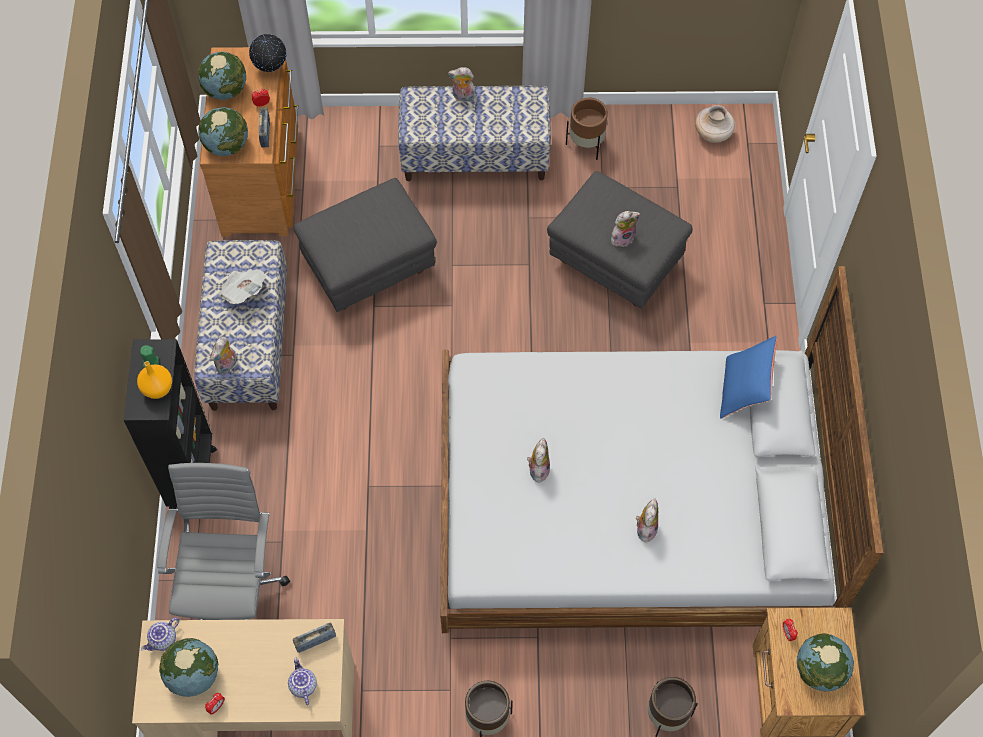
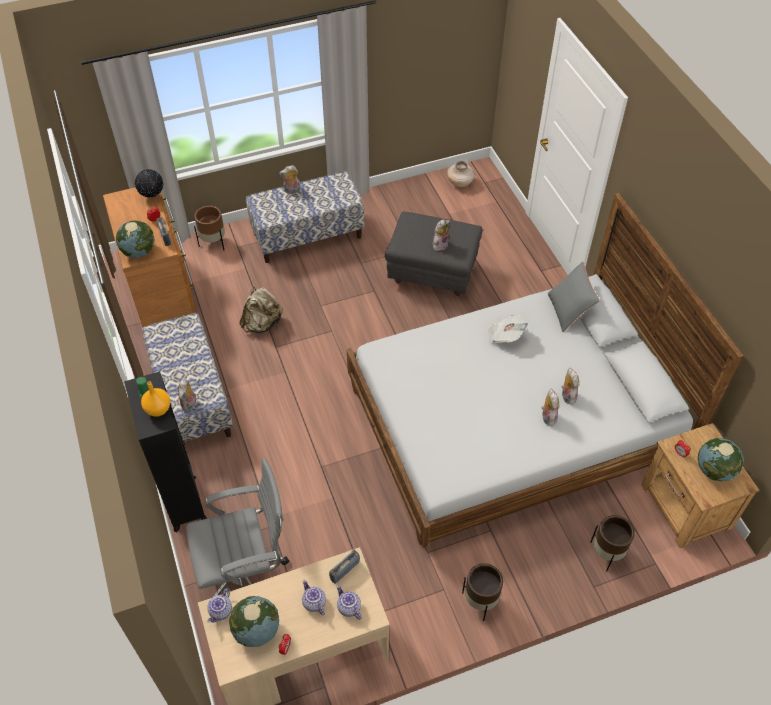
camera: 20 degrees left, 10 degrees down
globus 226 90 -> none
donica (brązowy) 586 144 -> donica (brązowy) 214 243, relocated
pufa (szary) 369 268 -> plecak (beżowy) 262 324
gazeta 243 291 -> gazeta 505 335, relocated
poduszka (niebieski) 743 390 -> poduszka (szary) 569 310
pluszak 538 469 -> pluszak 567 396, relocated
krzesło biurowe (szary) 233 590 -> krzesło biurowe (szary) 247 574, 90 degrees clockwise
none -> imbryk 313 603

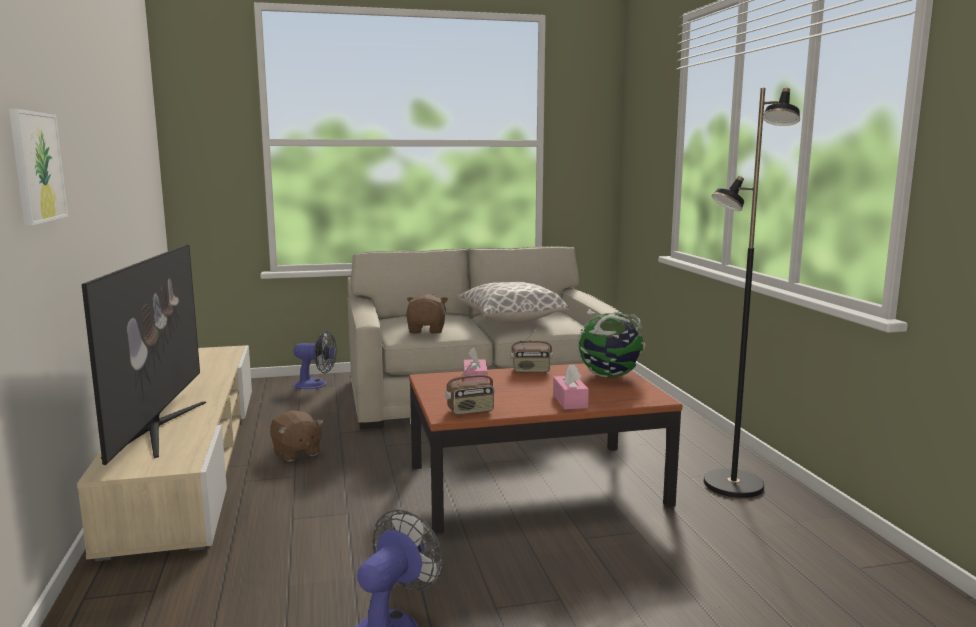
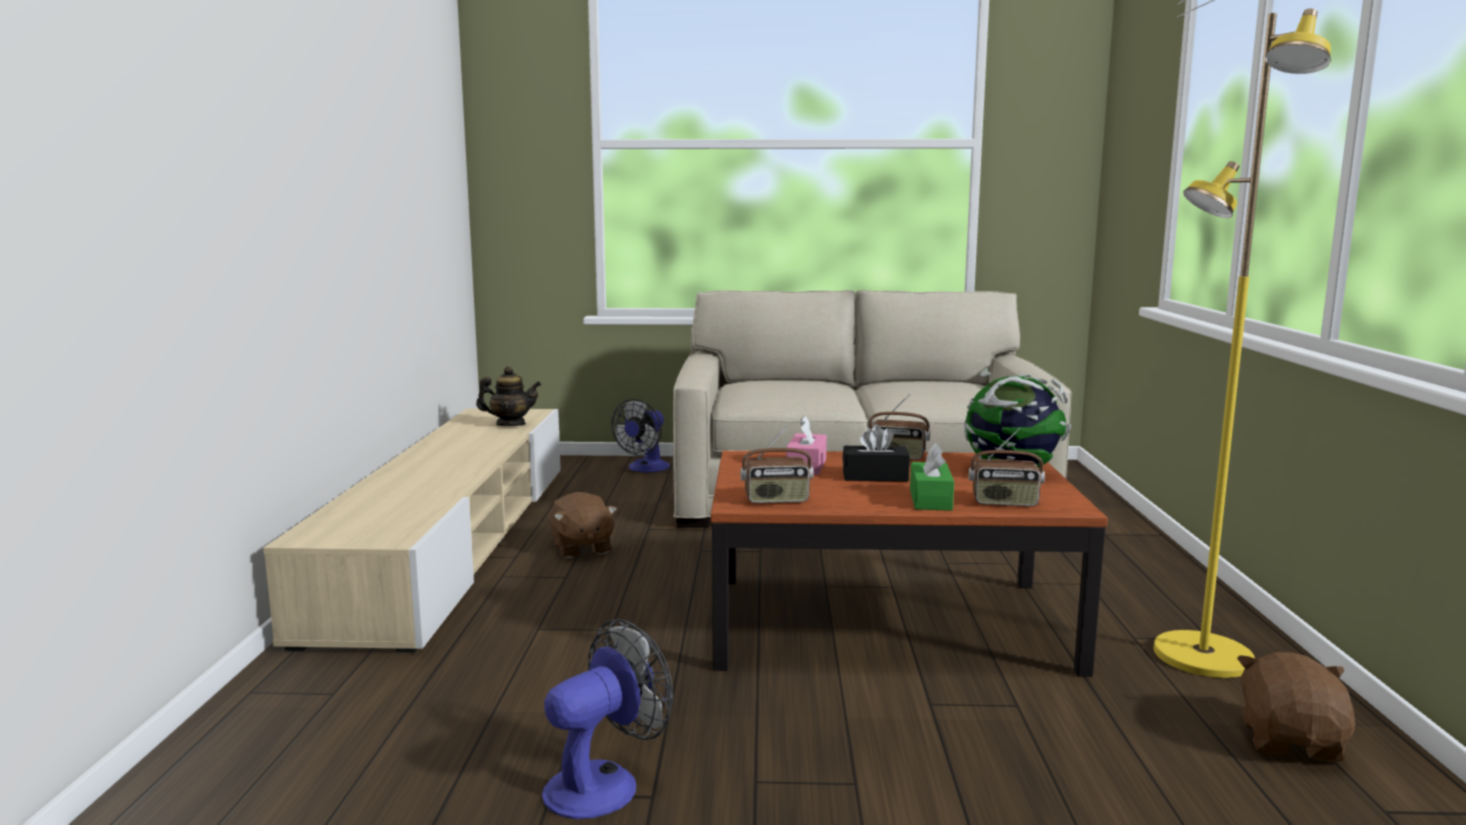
camera: 15 degrees right, 0 degrees up
lampa stojąca (czarny) 732 485 -> lampa stojąca (żółty) 1201 657
obraz 37 167 -> none
telewizor 157 428 -> none
poduszka 511 320 -> none
pluszak (brązowy) 427 330 -> pluszak (brązowy) 1291 742, relocated
wentylator 316 385 -> wentylator 645 468, 90 degrees clockwise
pudełko chusteczek (różowy) 570 401 -> pudełko chusteczek (zielony) 930 499
none -> imbryk 510 424
none -> pudełko chusteczek (czarny) 875 476
none -> radio 1004 503

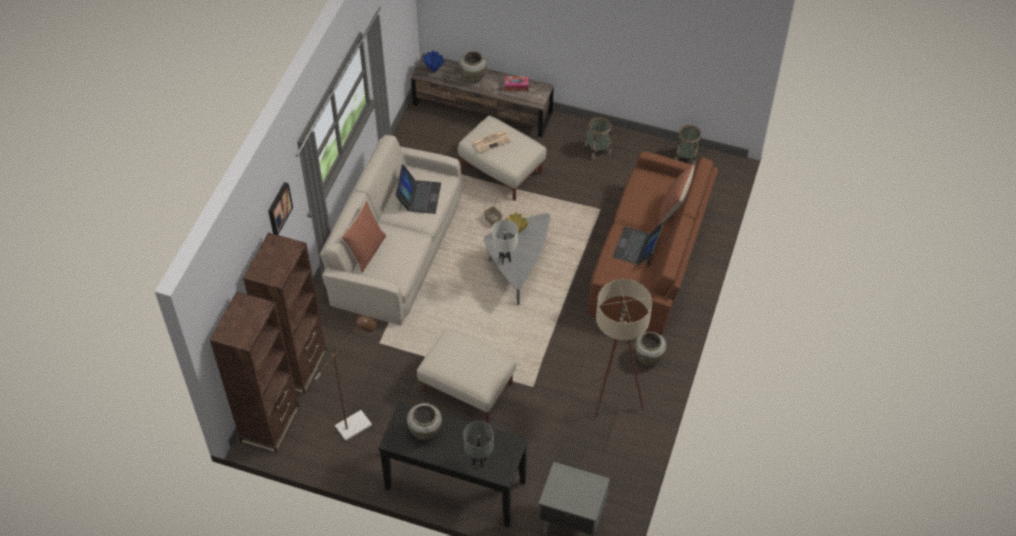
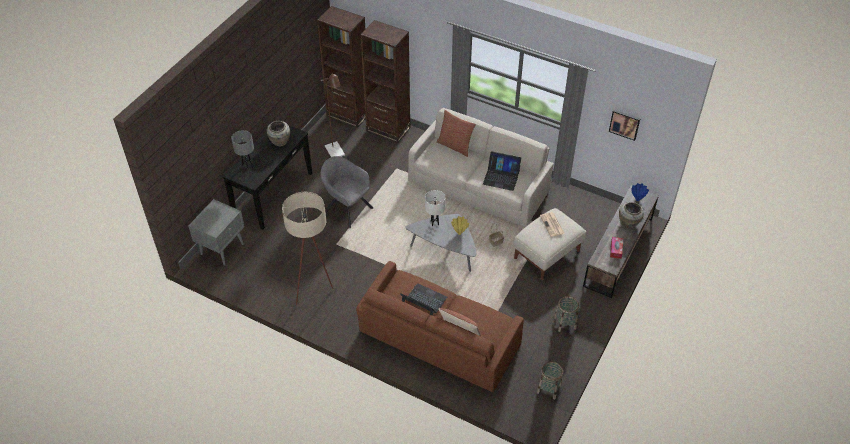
camera: 100 degrees right, 5 degrees down
obraz 278 208 -> obraz 624 124, relocated
pufa (beżowy) 467 387 -> fotel (szary) 347 209
wazon (beżowy) 648 357 -> none

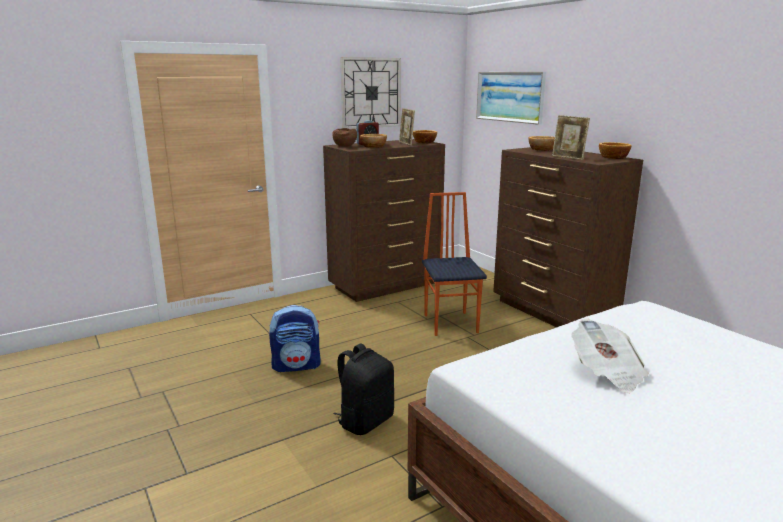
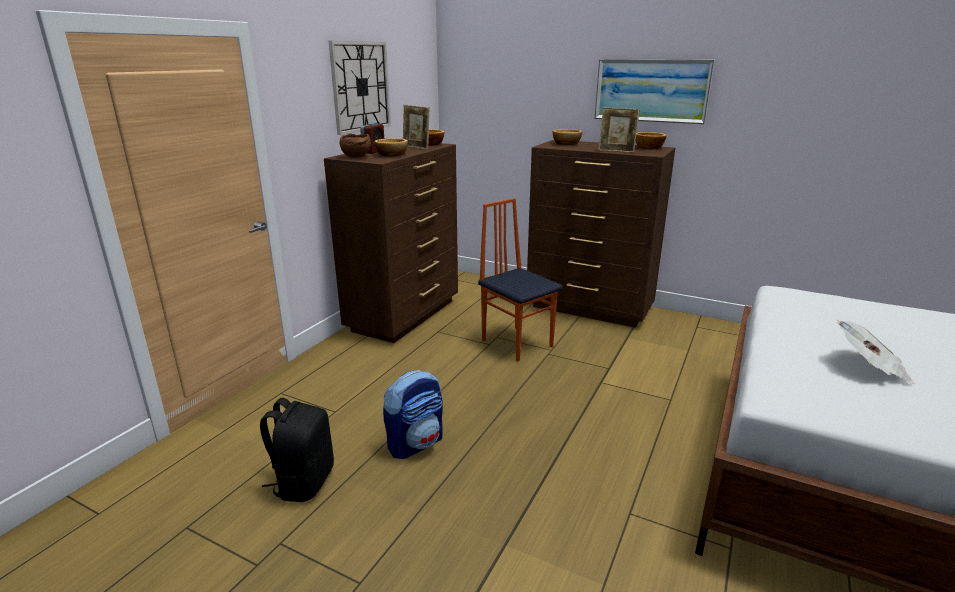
camera: 30 degrees left, 5 degrees up
obraz 510 96 -> obraz 651 90, relocated
plecak (czarny) 365 421 -> plecak (czarny) 303 482, relocated

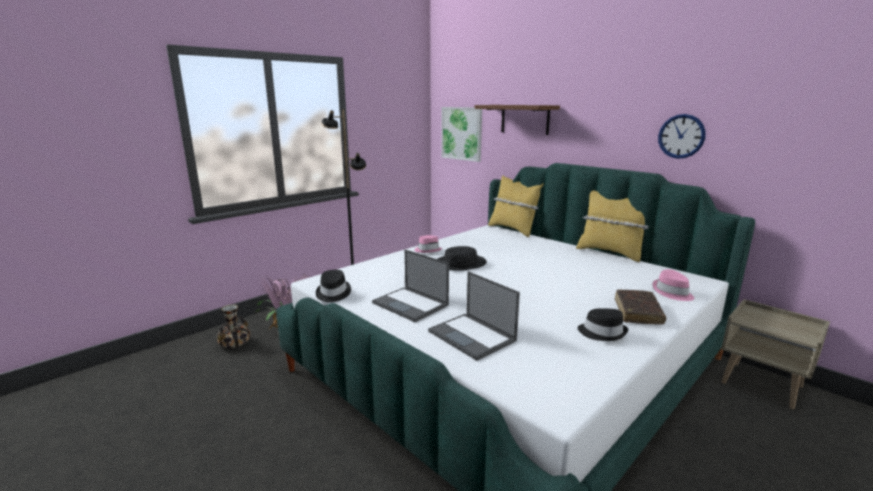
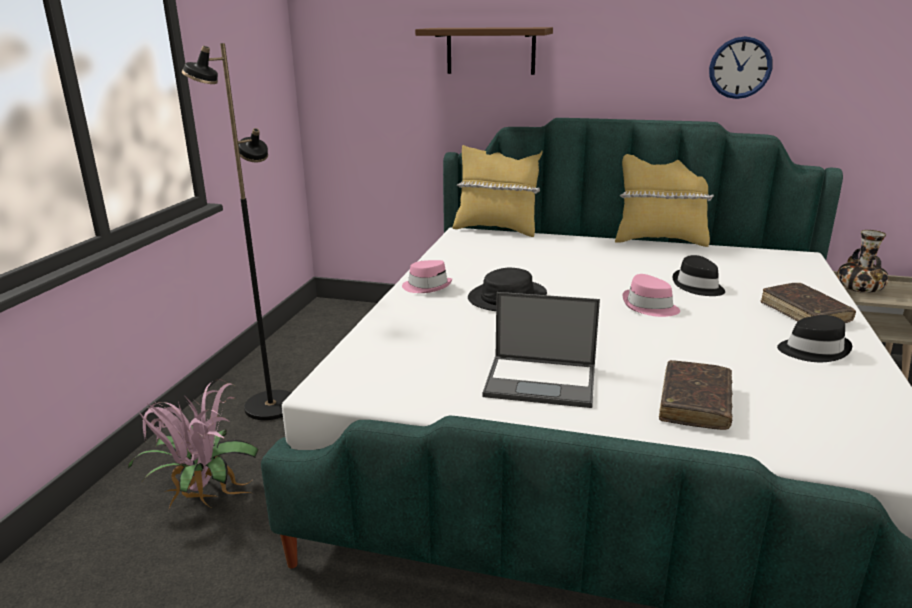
camera: 30 degrees left, 5 degrees up
obraz 462 133 -> none
kapelusz (różowy) 672 292 -> kapelusz (różowy) 649 307, relocated
kapelusz (czarny) 333 293 -> kapelusz (czarny) 698 286, relocated
laptop 472 336 -> książka (brązowy) 695 404
wazon 235 343 -> wazon 859 288, relocated

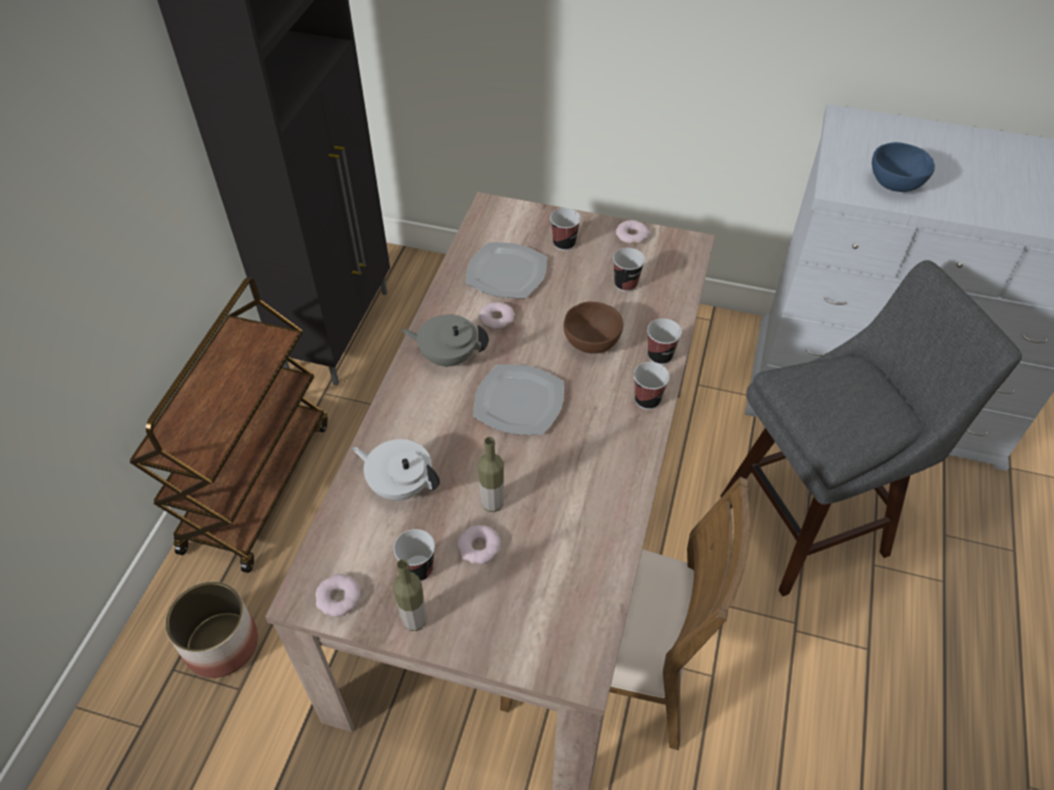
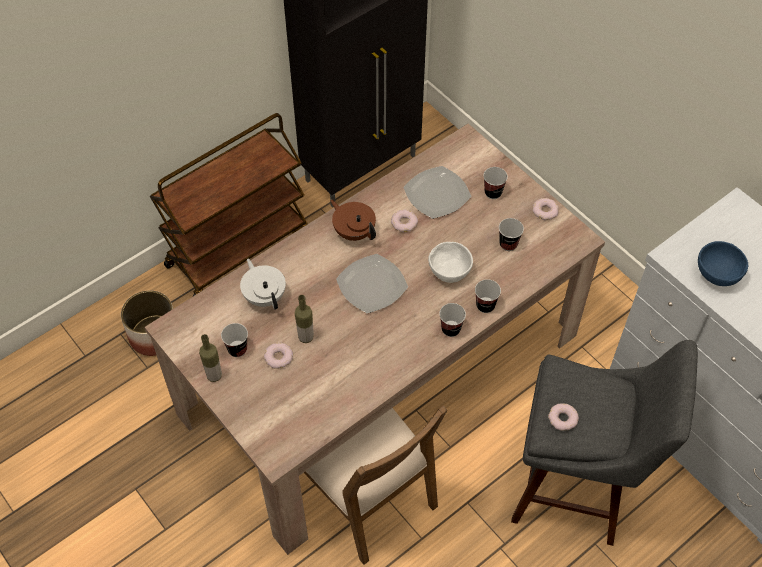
camera: 35 degrees right, 5 degrees up
miska (brązowy) 591 342 -> miska (biały) 449 271
imbryk (szary) 448 356 -> imbryk (brązowy) 354 232
donut 339 598 -> donut 562 419, relocated

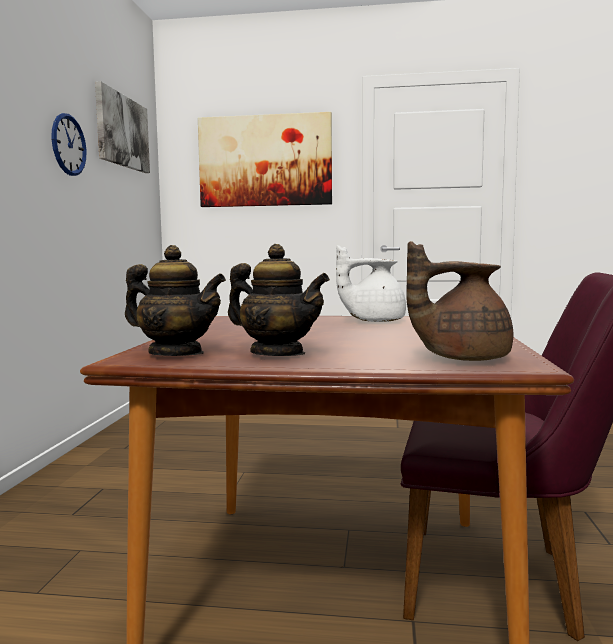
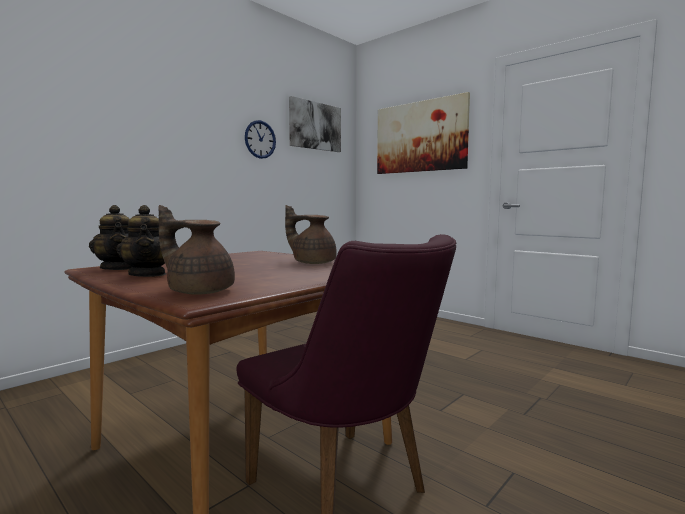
camera: 35 degrees right, 0 degrees up
imbryk (biały) 373 321 -> imbryk (brązowy) 312 262

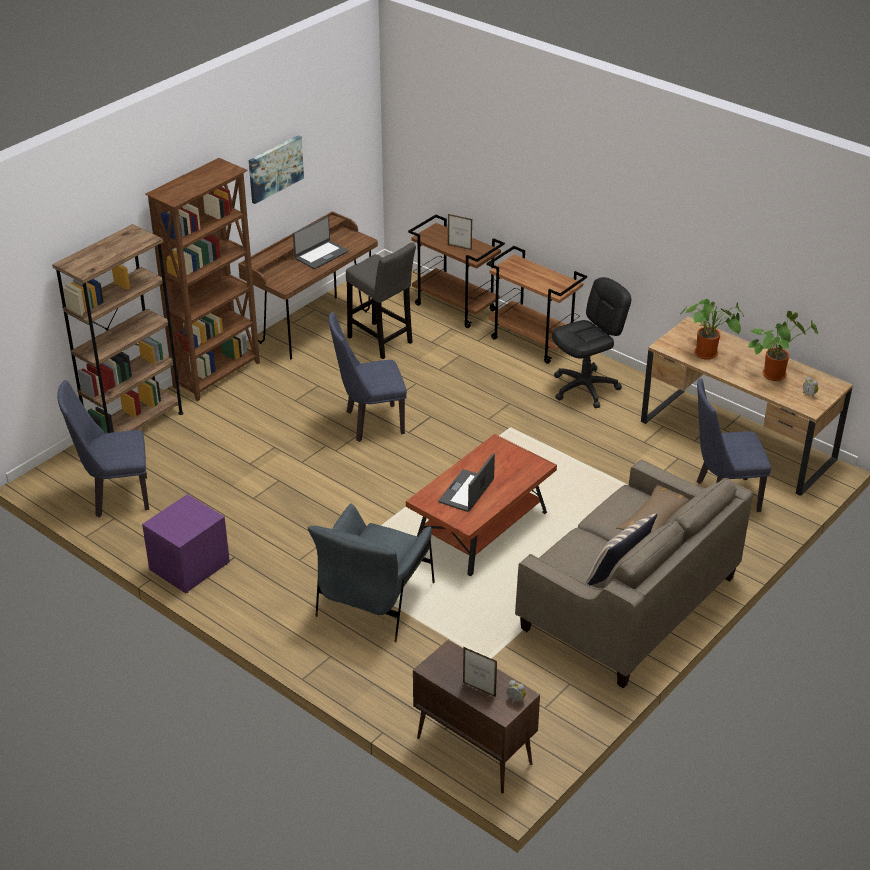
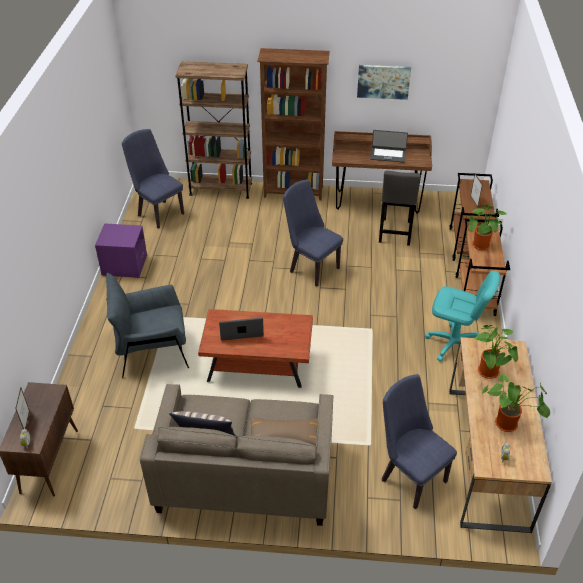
camera: 55 degrees right, 5 degrees up
krzesło biurowe (czarny) 585 388 -> krzesło biurowe (turkusowy) 454 344
none -> roślina doniczkowa 481 247

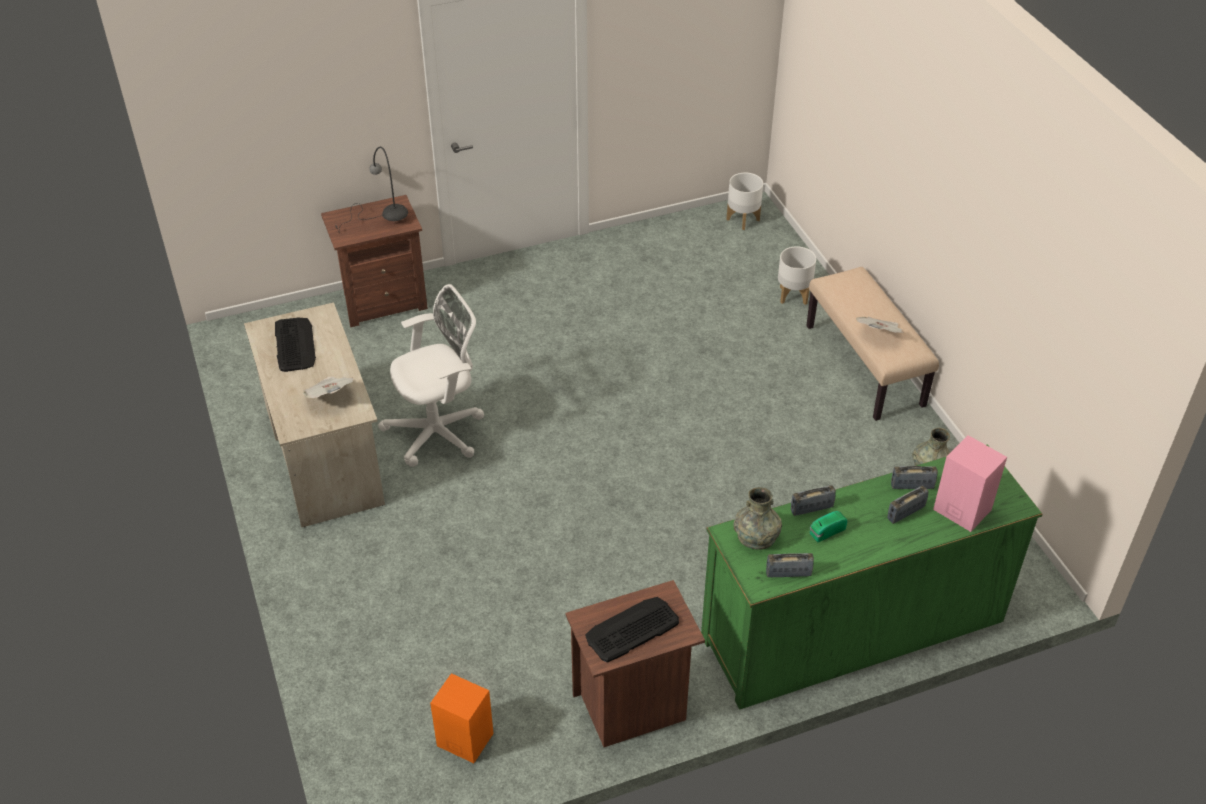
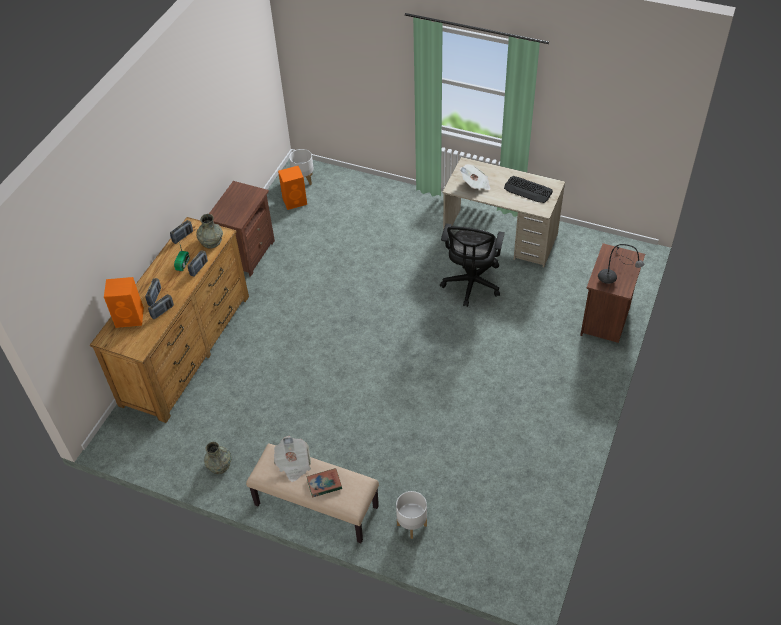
camera: 135 degrees right, 5 degrees up
donica (biały) 742 220 -> donica (biały) 303 179, relocated
krzesło biurowe (biały) 439 432 -> krzesło biurowe (czarny) 471 285
głośnik (różowy) 961 509 -> głośnik (pomarańczowy) 130 317
komoda (zielony) 852 628 -> komoda (brązowy) 186 349
klawiatura 631 629 -> none
none -> książka 324 484

